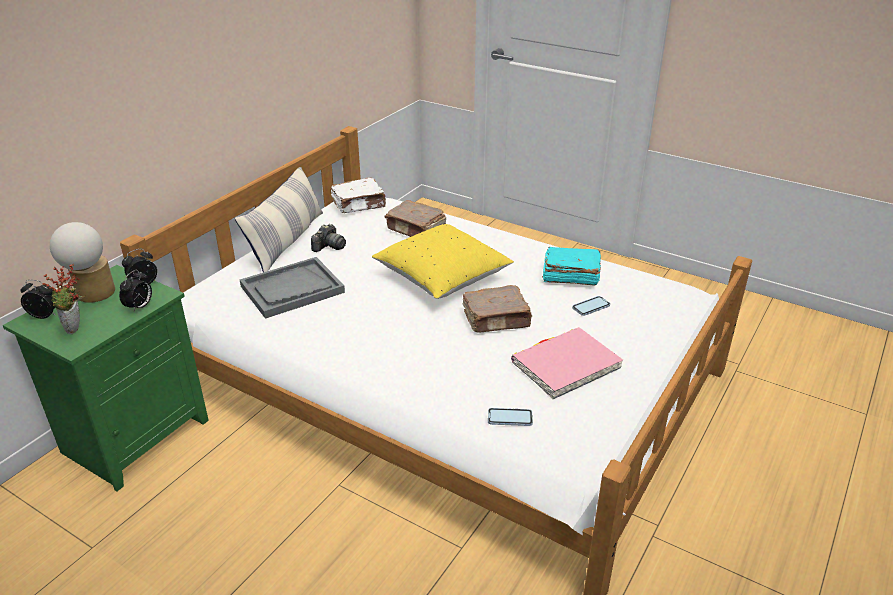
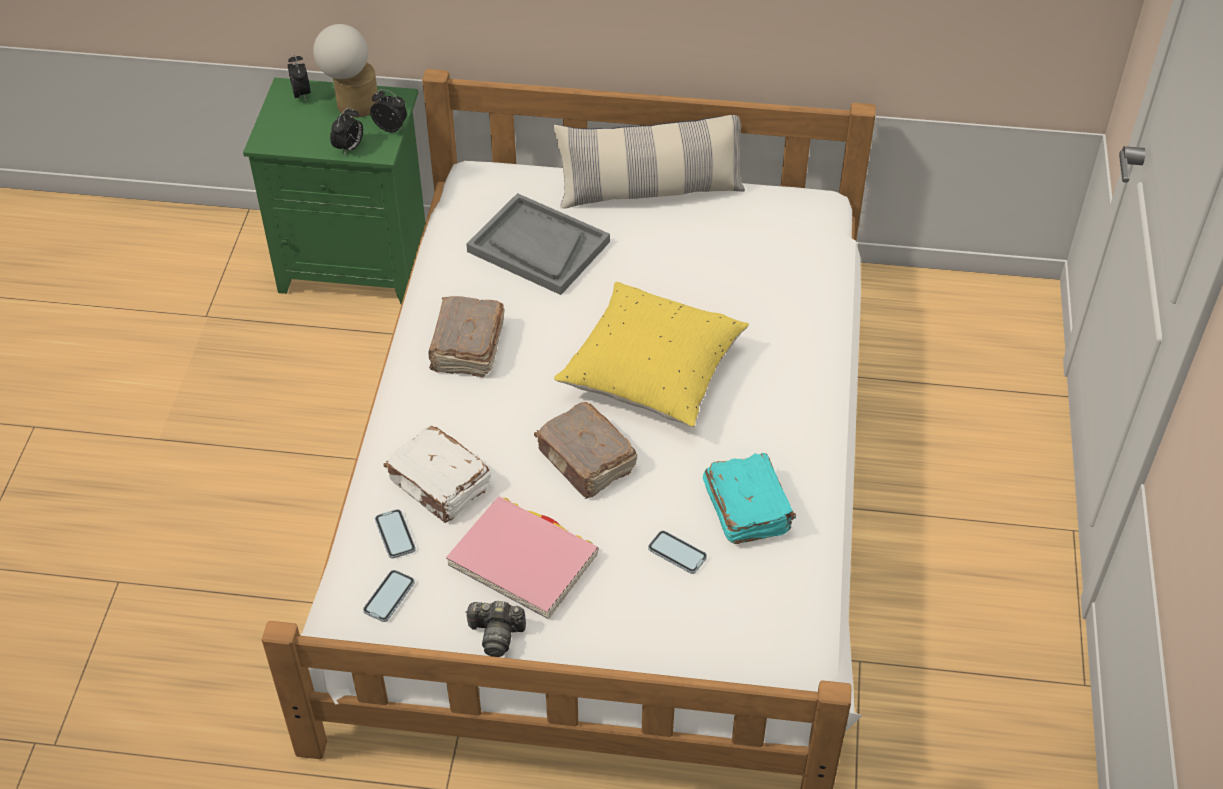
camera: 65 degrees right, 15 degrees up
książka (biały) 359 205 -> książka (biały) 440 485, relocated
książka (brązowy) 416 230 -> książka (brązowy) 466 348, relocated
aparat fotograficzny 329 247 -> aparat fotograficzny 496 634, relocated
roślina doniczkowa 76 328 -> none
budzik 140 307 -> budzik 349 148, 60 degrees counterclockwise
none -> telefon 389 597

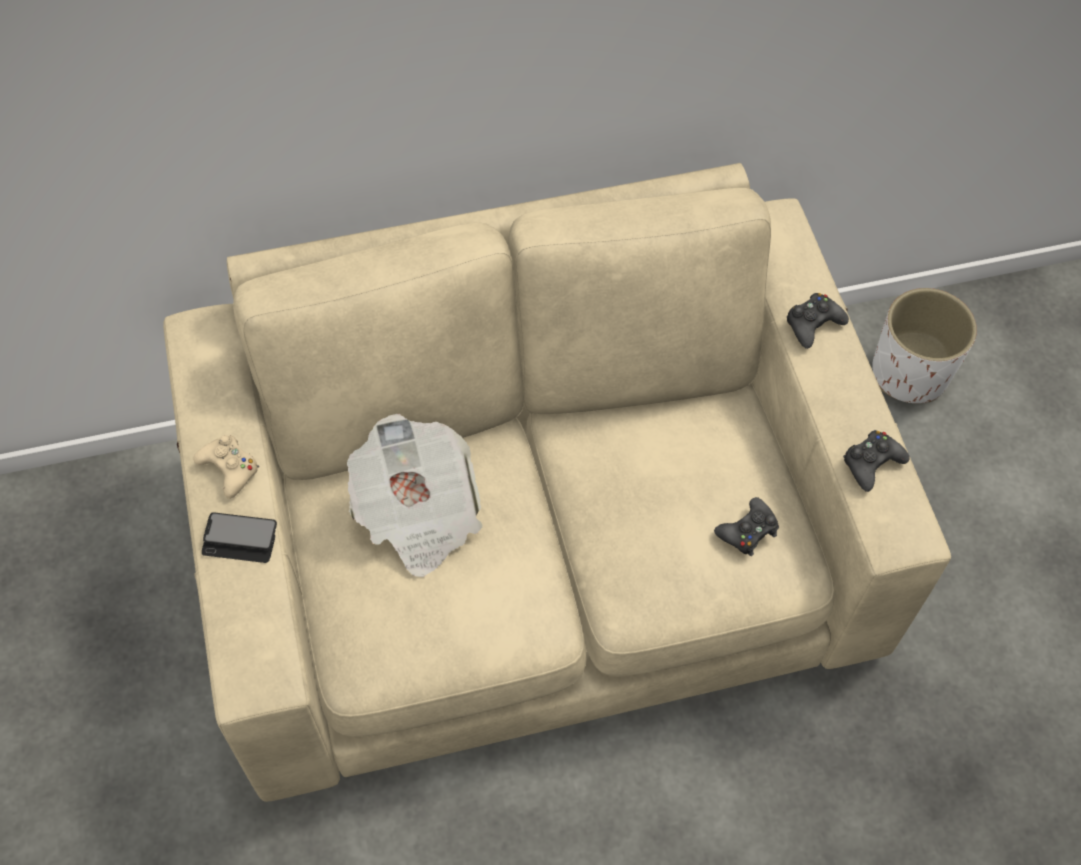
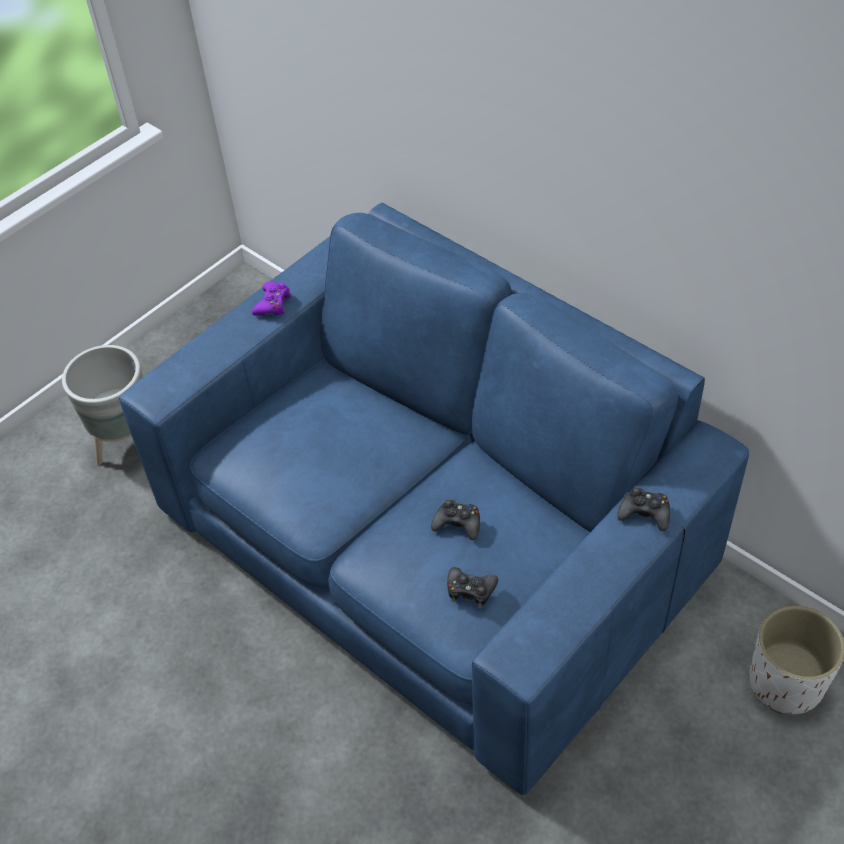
camera: 60 degrees right, 10 degrees down
kanapa (beżowy) 539 545 -> kanapa (niebieski) 433 539
gazeta 417 513 -> none
pad do gier (czarny) 871 463 -> pad do gier (czarny) 458 523, relocated
pad do gier (beżowy) 230 468 -> pad do gier (fioletowy) 273 304
telefon 240 539 -> none
none -> donica (szary) 129 448

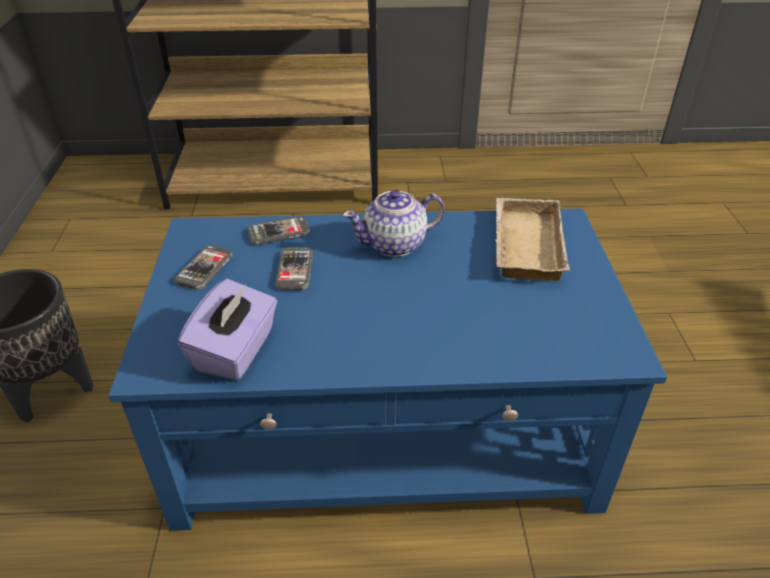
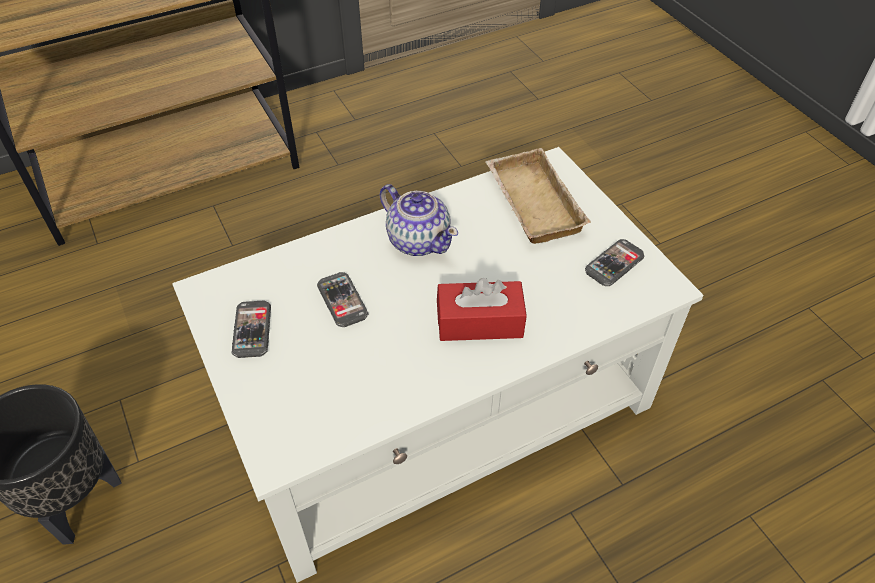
camera: 25 degrees left, 10 degrees up
imbryk 395 244 -> imbryk 418 240, 90 degrees counterclockwise
ława (niebieski) 387 427 -> ława (biały) 438 403
telefon 278 232 -> telefon 614 264, relocated
pudełko chusteczek (fioletowy) 236 351 -> none
none -> pudełko chusteczek (czerwony) 479 322

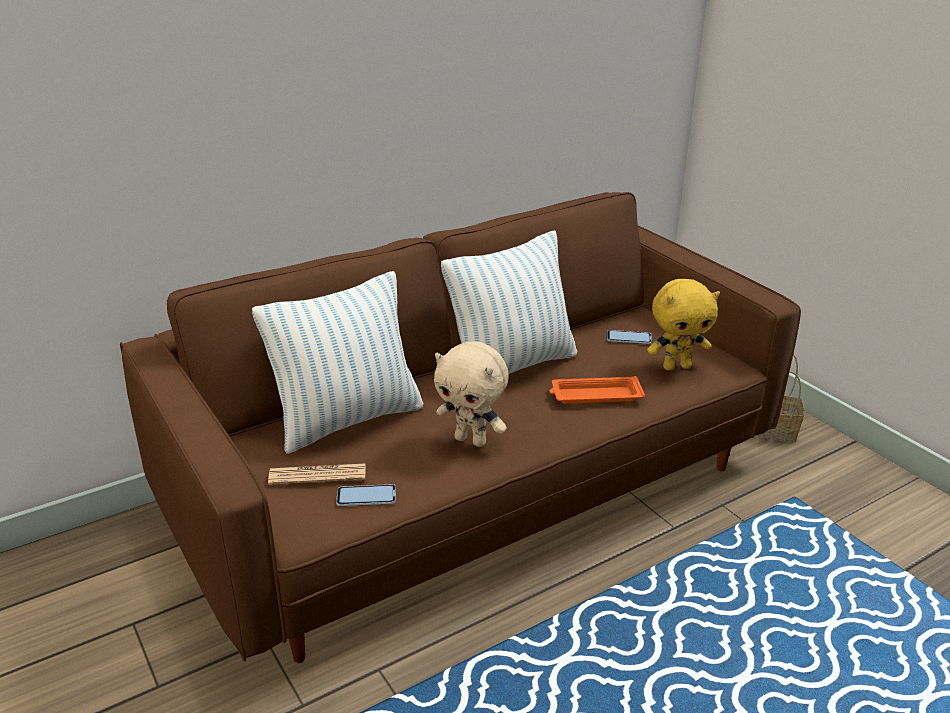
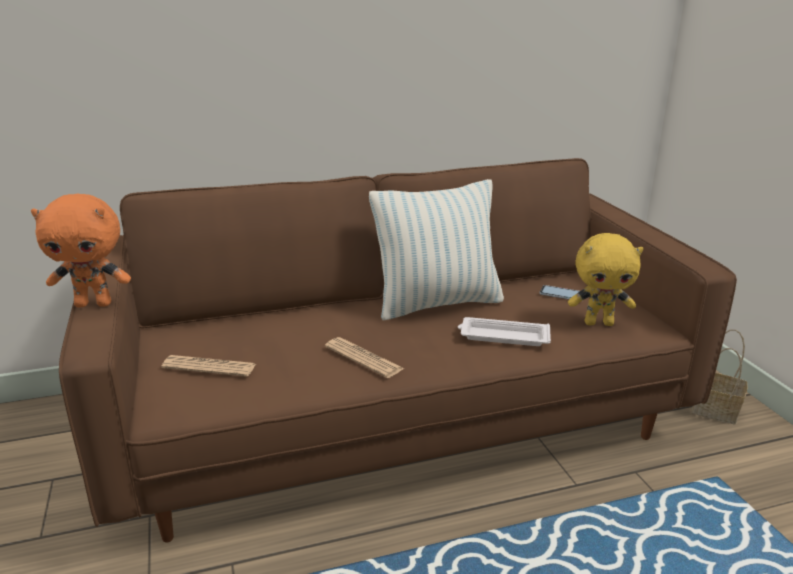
camera: 15 degrees right, 5 degrees down
poduszka 348 420 -> none
pluszak (beżowy) 471 440 -> gazeta 363 358
taca (pomarańczowy) 594 395 -> taca (biały) 502 336
telefon 366 496 -> none
none -> pluszak (pomarańczowy) 94 304

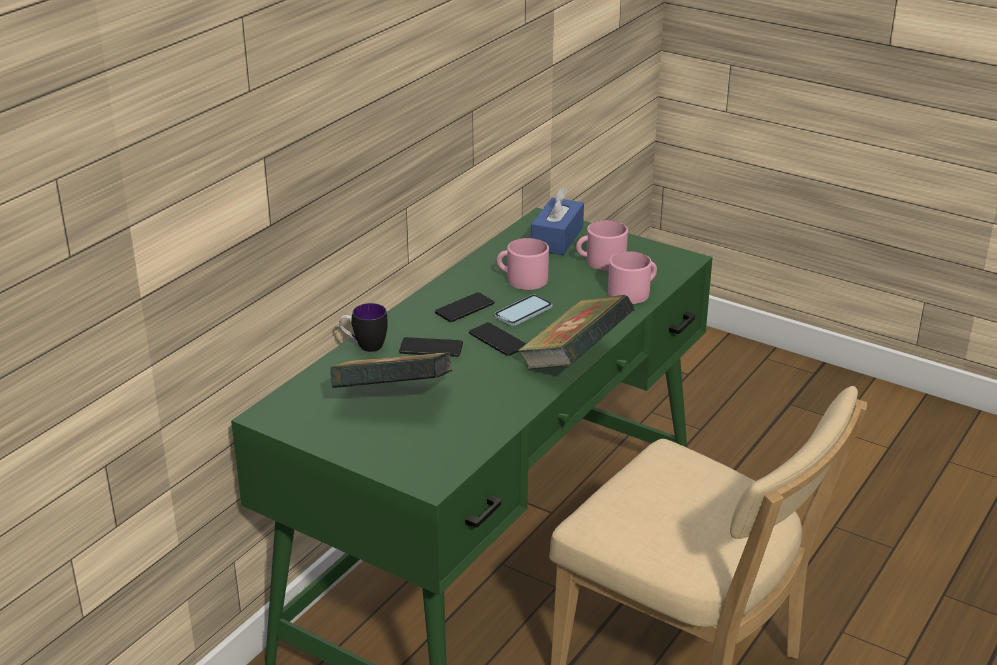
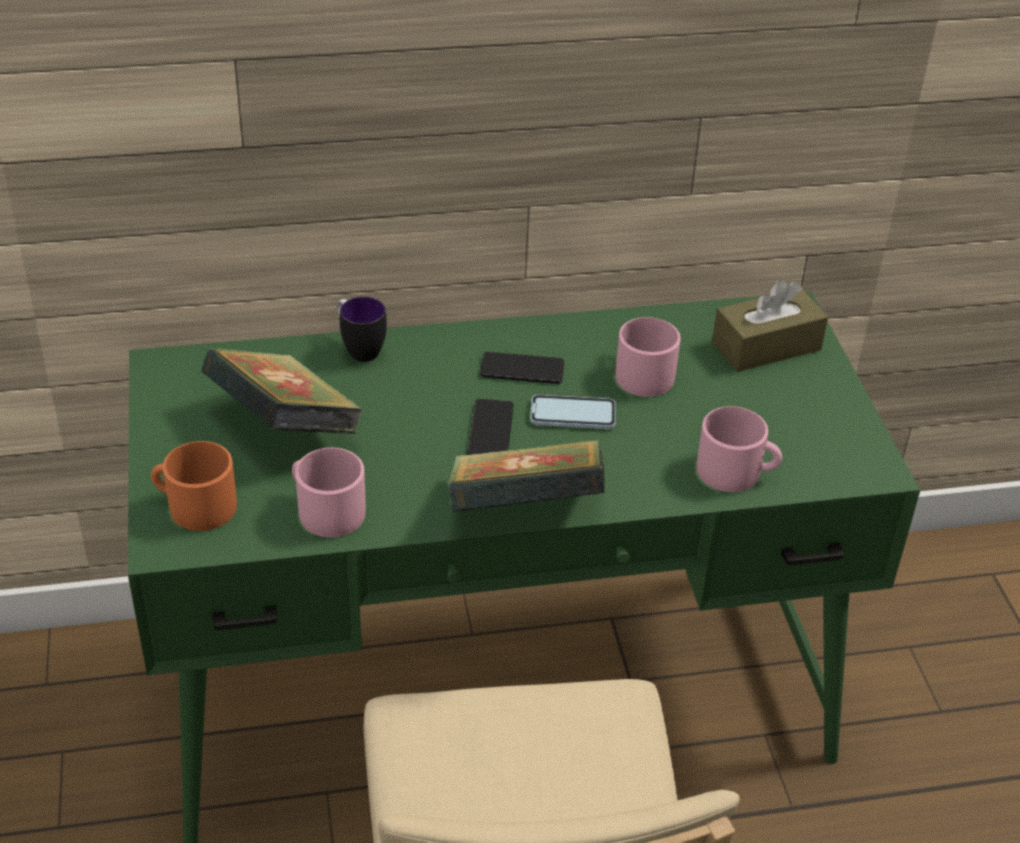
camera: 45 degrees right, 10 degrees up
pudełko chusteczek (niebieski) 557 238 -> pudełko chusteczek (brązowy) 766 346
kubek (różowy) 600 261 -> kubek (różowy) 325 509, relocated
telefon 431 348 -> none
none -> kubek (pomarańczowy) 194 505

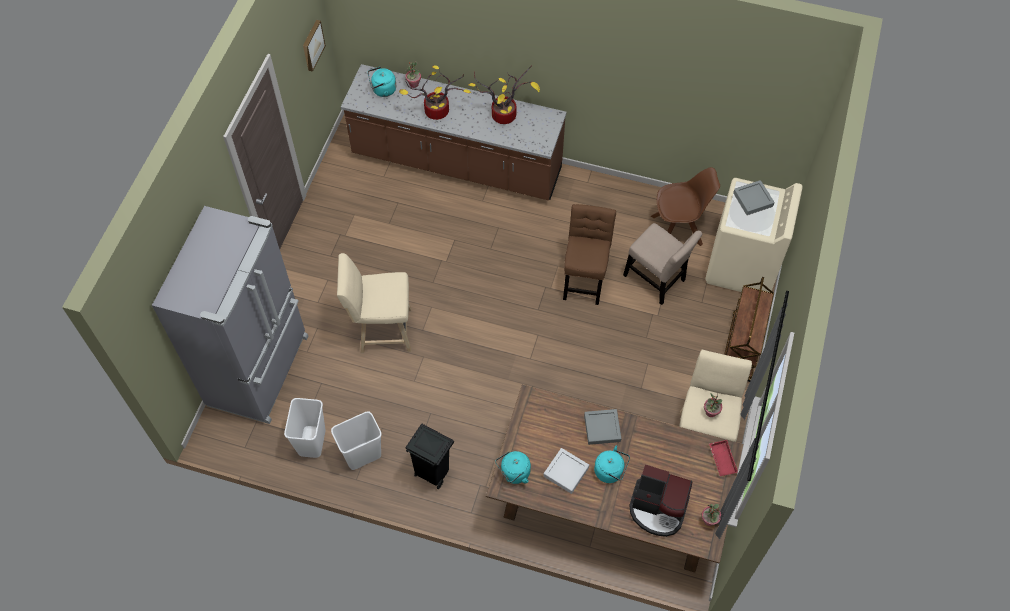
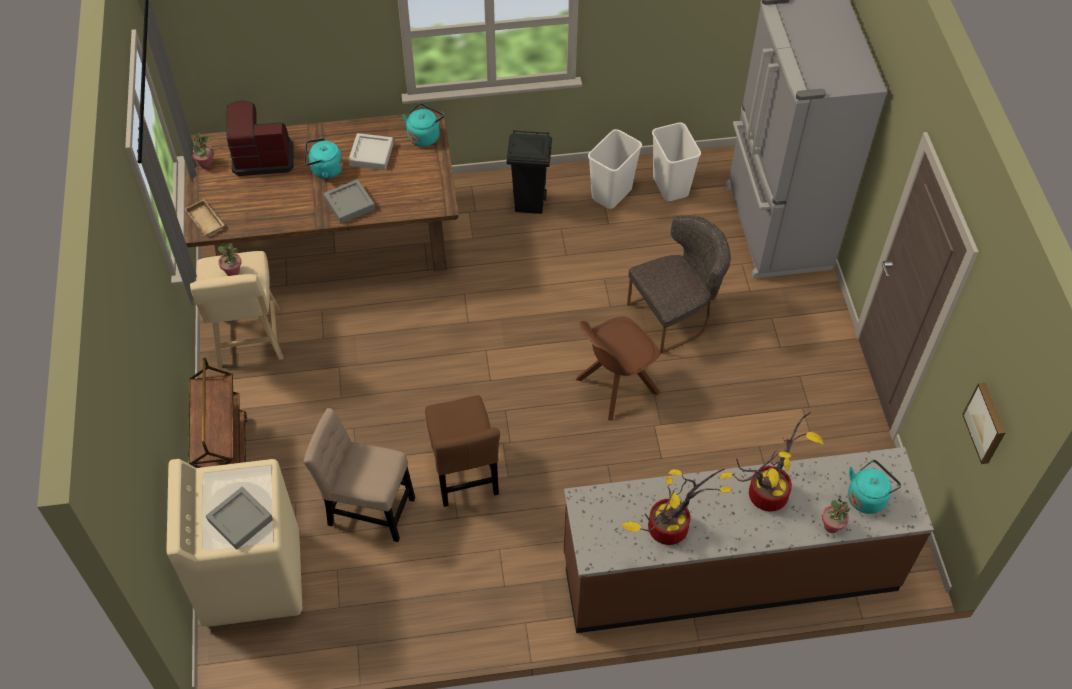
camera: 155 degrees right, 5 degrees down
krzesło (brązowy) 678 230 -> krzesło (brązowy) 615 387, relocated
stołek (beżowy) 382 330 -> krzesło (szary) 675 315
taca (czerwony) 721 459 -> taca (beżowy) 207 220

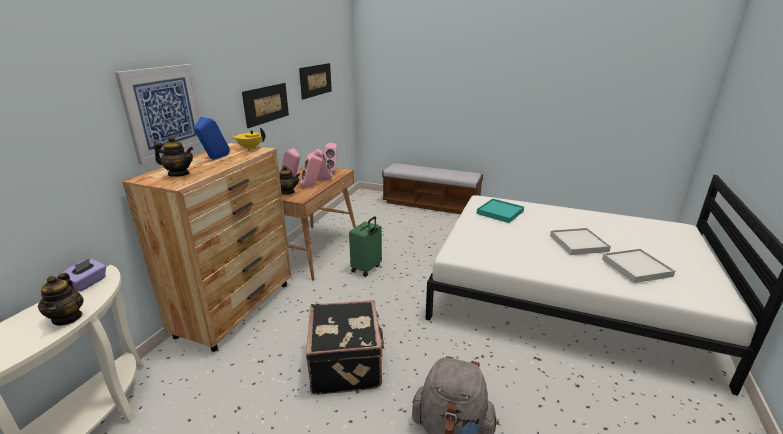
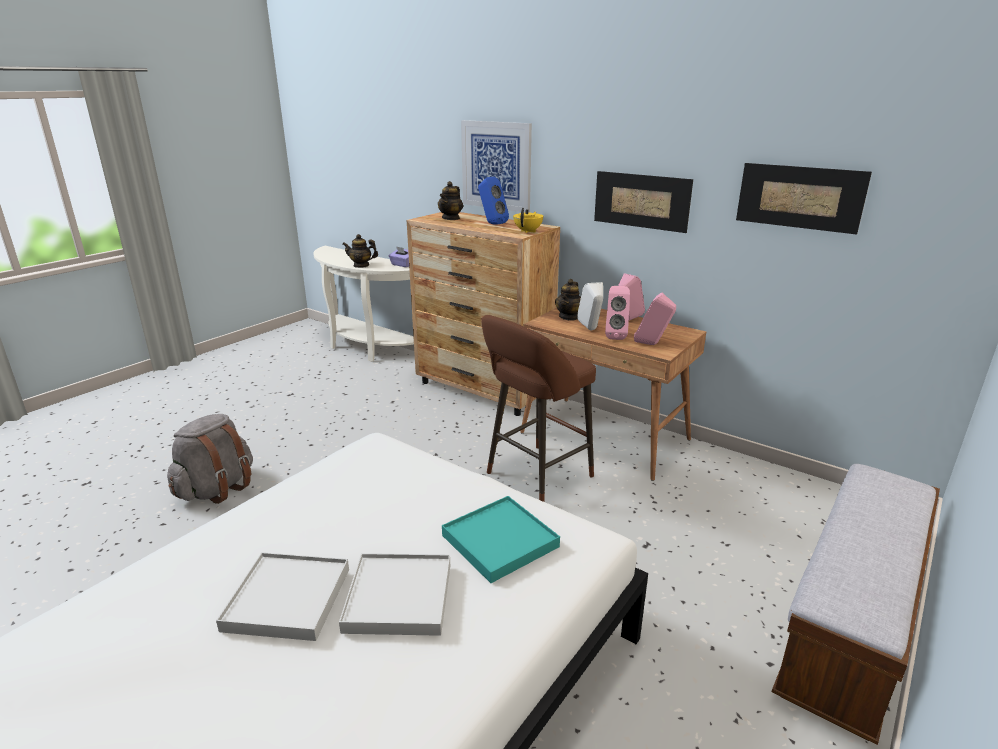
camera: 105 degrees right, 0 degrees up
głośnik (różowy) 312 185 -> głośnik (biały) 591 330
walizka (zielony) 367 269 -> stołek (brązowy) 535 477
taca (biały) 636 267 -> taca (biały) 399 597, relocated
walizka (czarny) 347 364 -> none

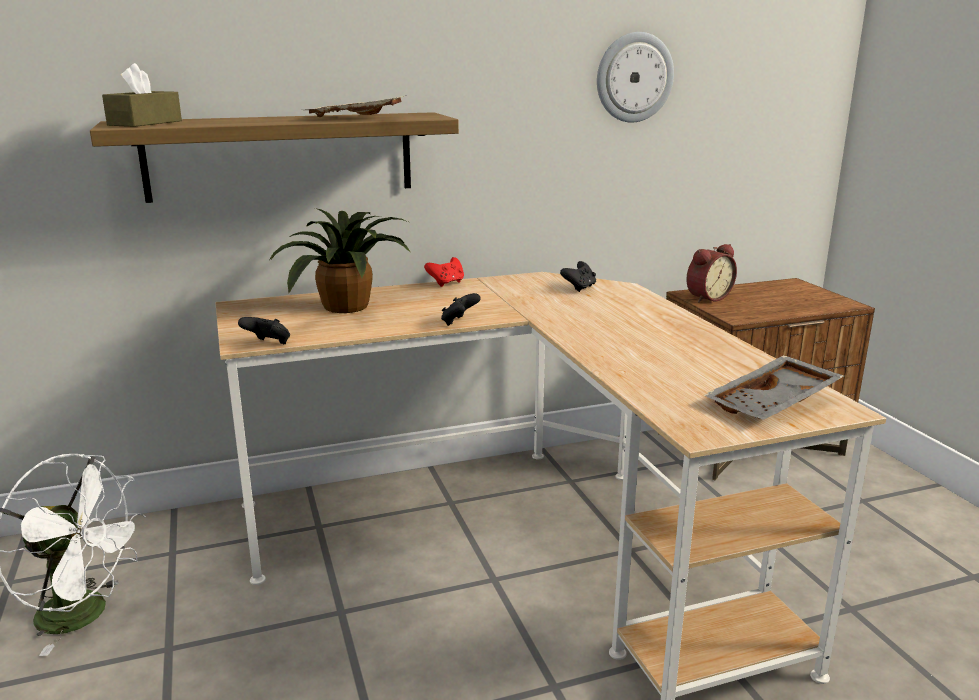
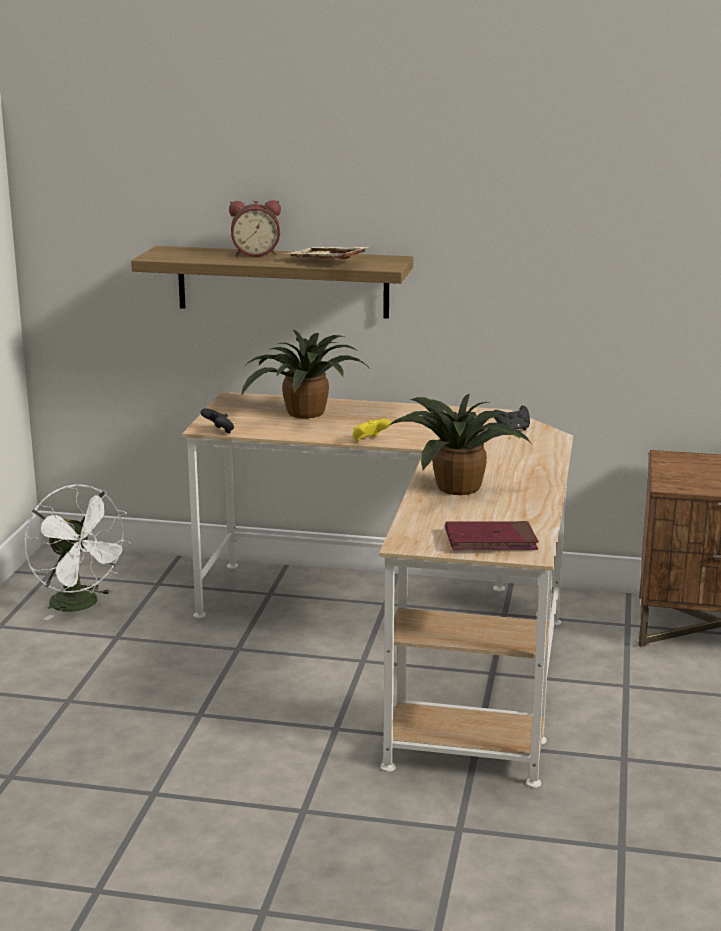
camera: 30 degrees right, 0 degrees up
zegar ścienny 634 77 -> none
pudełko chusteczek (brązowy) 145 123 -> none
budzik 706 297 -> budzik 256 253, relocated
pad do gier (czerwony) 446 283 -> none
pad do gier (czarny) 459 322 -> pad do gier (żółty) 369 441
taca (szary) 774 404 -> książka (czerwony) 490 541
none -> roślina doniczkowa 457 486

